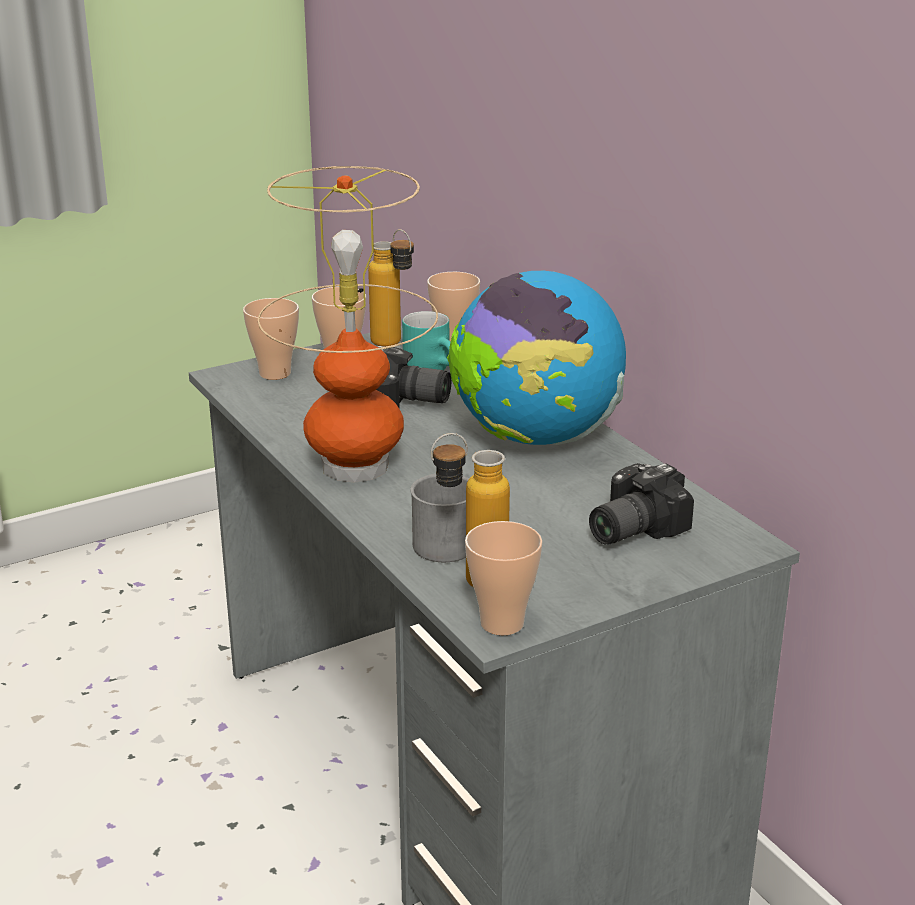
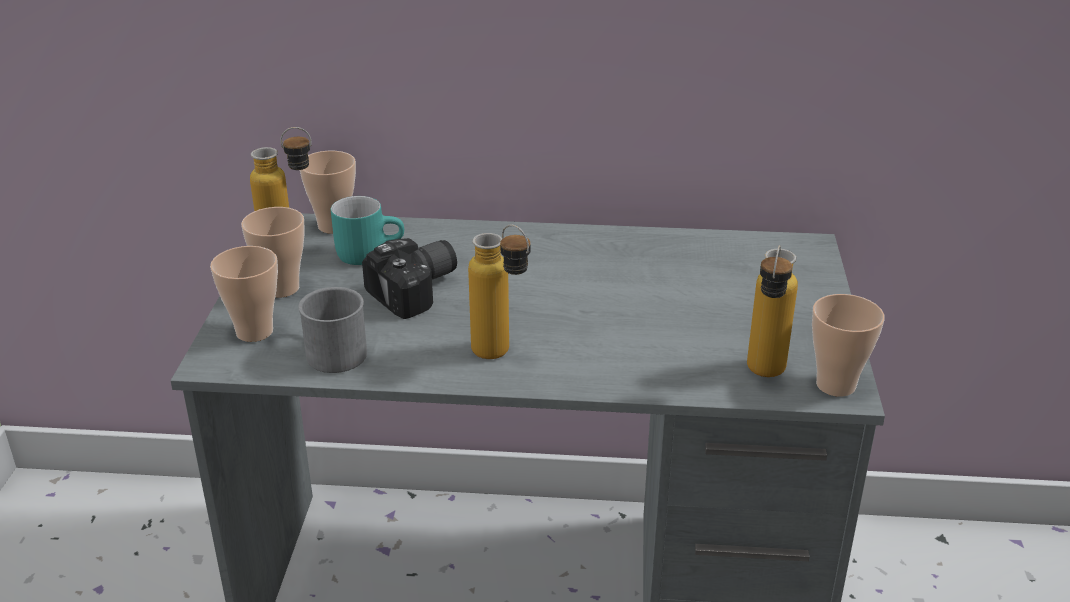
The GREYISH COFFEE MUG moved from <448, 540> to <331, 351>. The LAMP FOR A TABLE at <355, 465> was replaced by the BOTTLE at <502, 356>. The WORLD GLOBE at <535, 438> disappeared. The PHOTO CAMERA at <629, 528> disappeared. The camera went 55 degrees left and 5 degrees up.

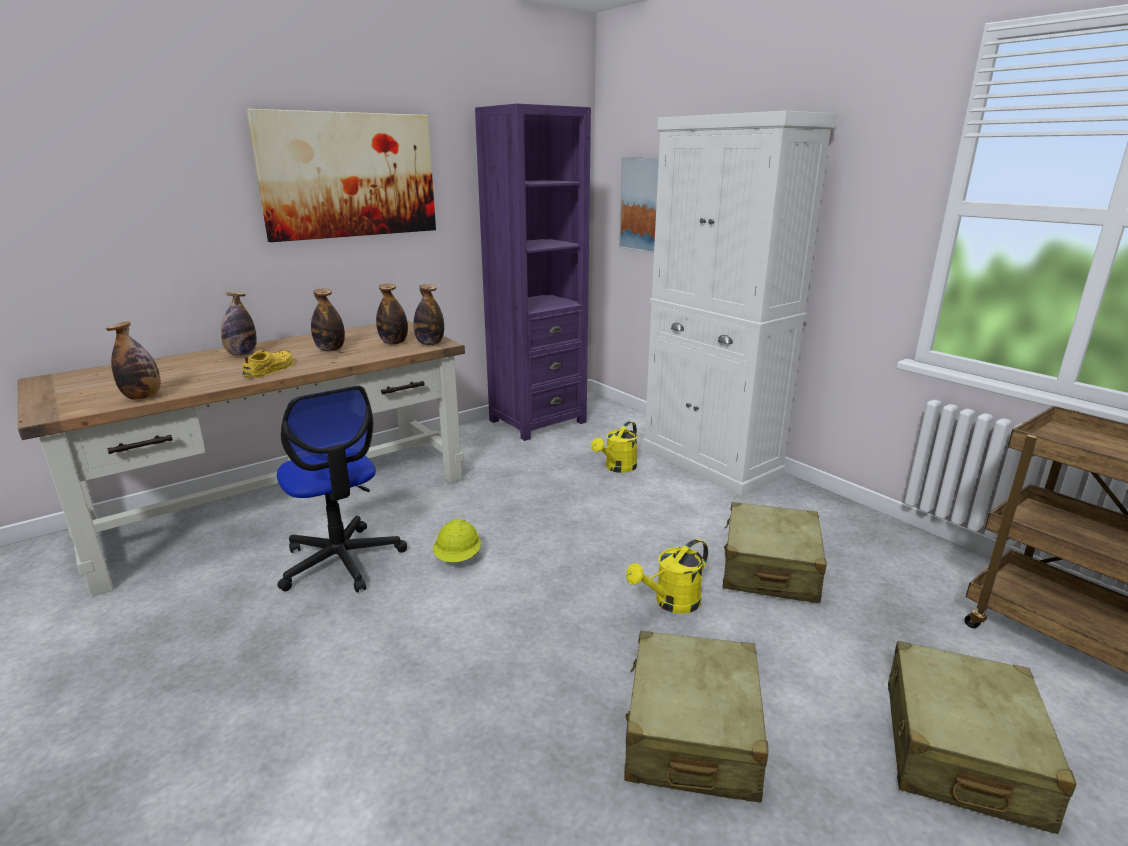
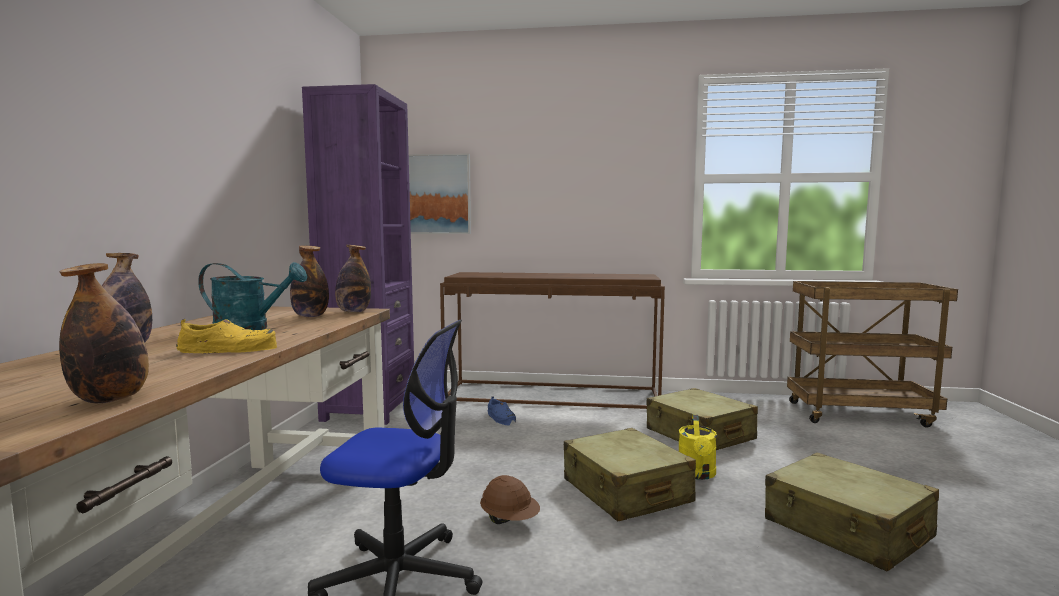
The YELLOW-COLOURED SHOE at <270, 369> turned 105 degrees clockwise. The BOTTLE at <330, 350> was replaced by the BLUE-GREEN WATERING CAN at <251, 329>. The WHITE STORAGE CABINET at <710, 462> was replaced by the BROWNISH CONSOLE TABLE at <553, 395>. The YELLOW-COLOURED SAFETY HELMET at <458, 558> became the BROWNISH SAFETY HELMET at <510, 521>. The YELLOW-COLOURED WATERING CAN at <617, 468> was replaced by the BLUE-COLOURED SHOE at <501, 418>. The BEIGE SUITCASE moved from <960, 751> to <626, 491>. The PICTURE at <349, 175> disappeared. The camera went 45 degrees left and 15 degrees down.

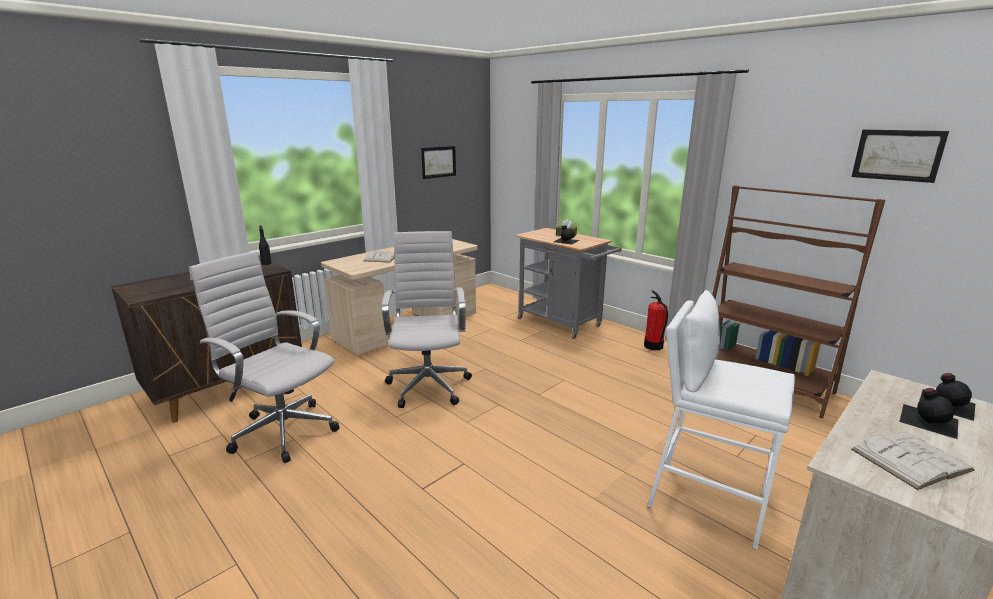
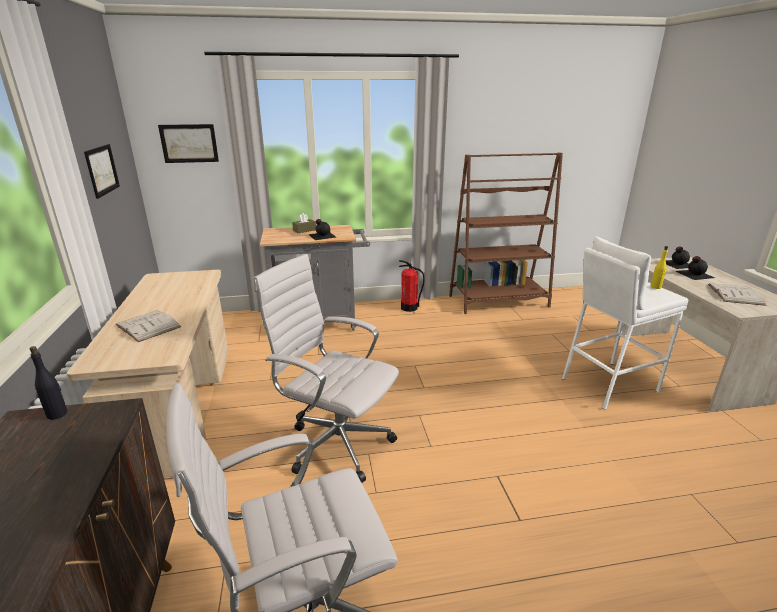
The PICTURE moved from <897, 155> to <189, 143>. The YELLOW-COLOURED BOTTLE at <655, 287> appeared. The camera went 55 degrees left and 5 degrees up.

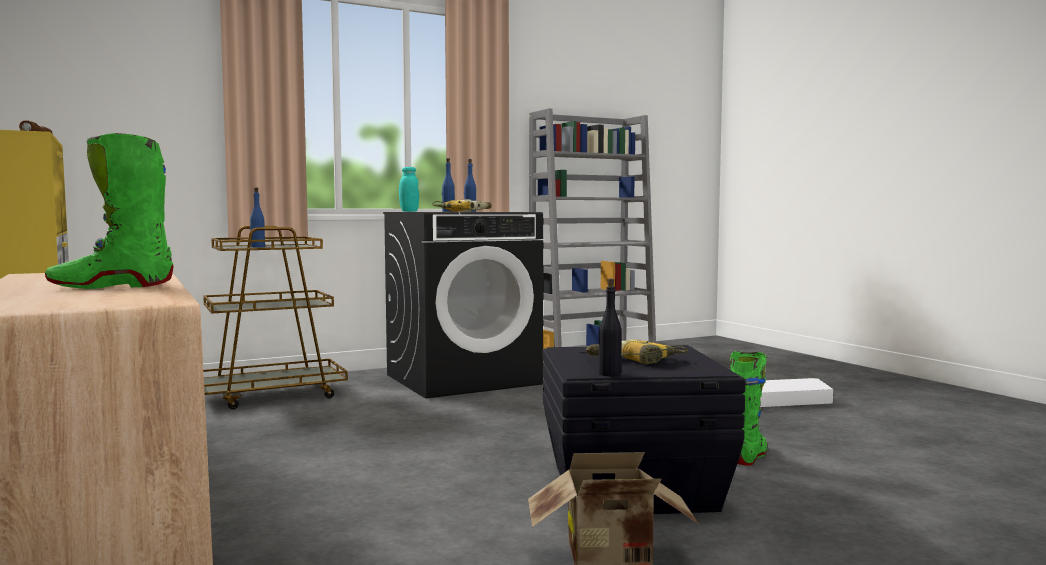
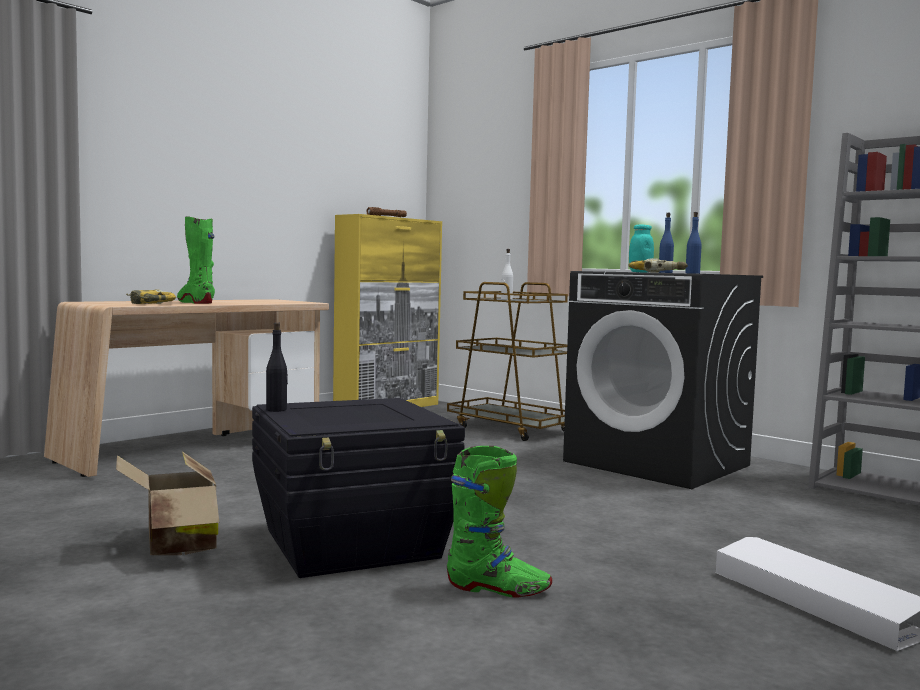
The DRILL moved from <635, 361> to <148, 303>. The BLUE-COLOURED BOTTLE at <258, 247> became the WHITE BOTTLE at <506, 299>. The camera went 70 degrees right and 0 degrees up.

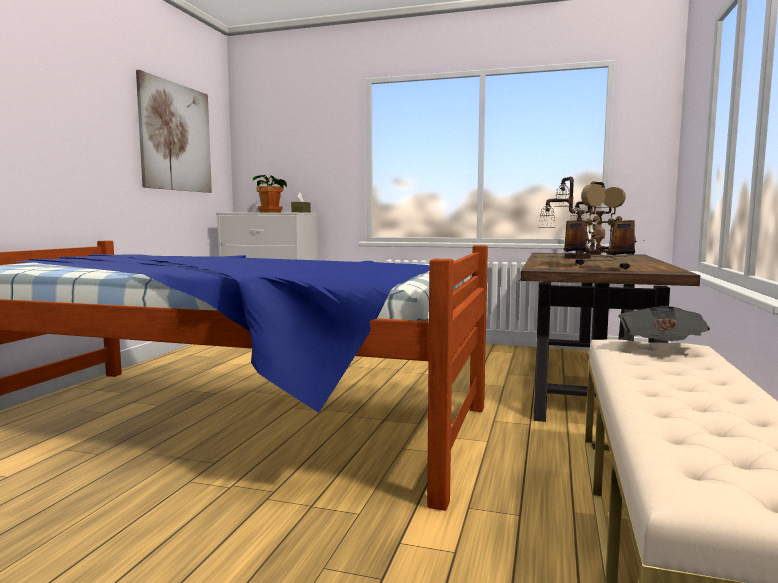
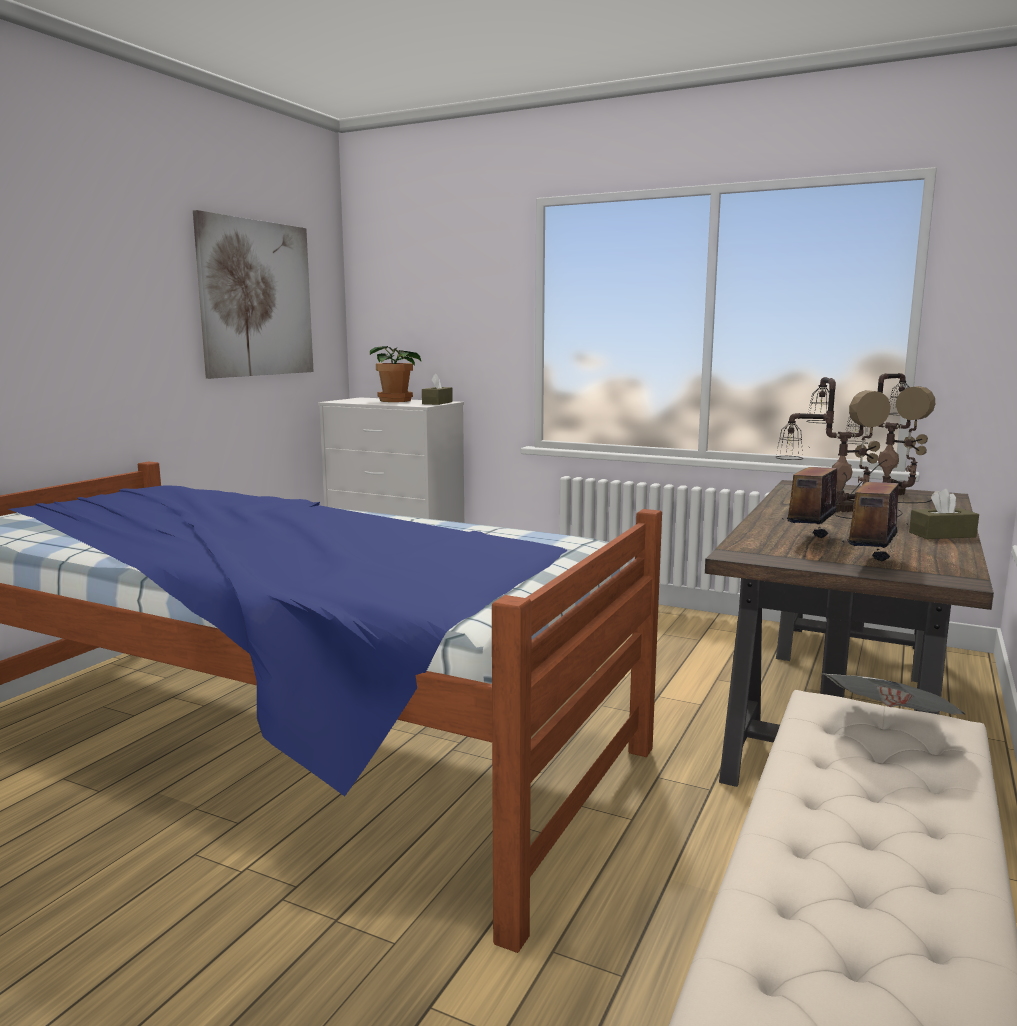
The BROWNISH TISSUE HOLDER at <942, 534> appeared. The camera went 10 degrees right and 5 degrees up.

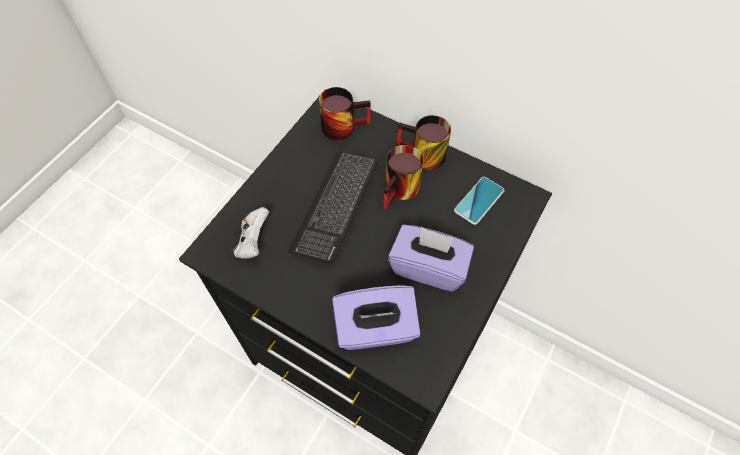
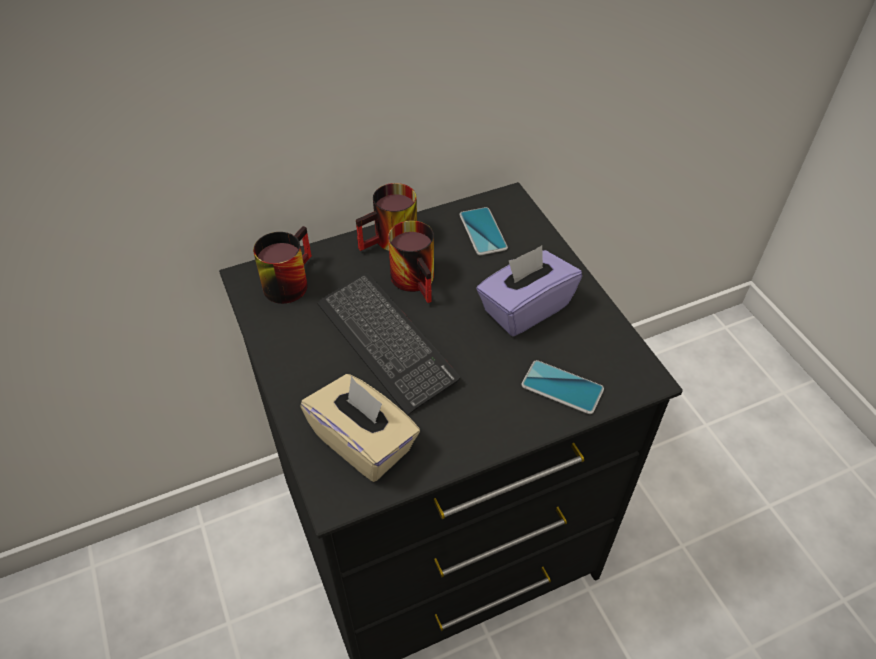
The WHITE JOYPAD at <253, 242> was replaced by the BEIGE TISSUE HOLDER at <364, 442>. The PURPLE-COLOURED TISSUE HOLDER at <376, 329> was replaced by the TELEPHONE at <562, 387>. The camera went 55 degrees left and 10 degrees down.

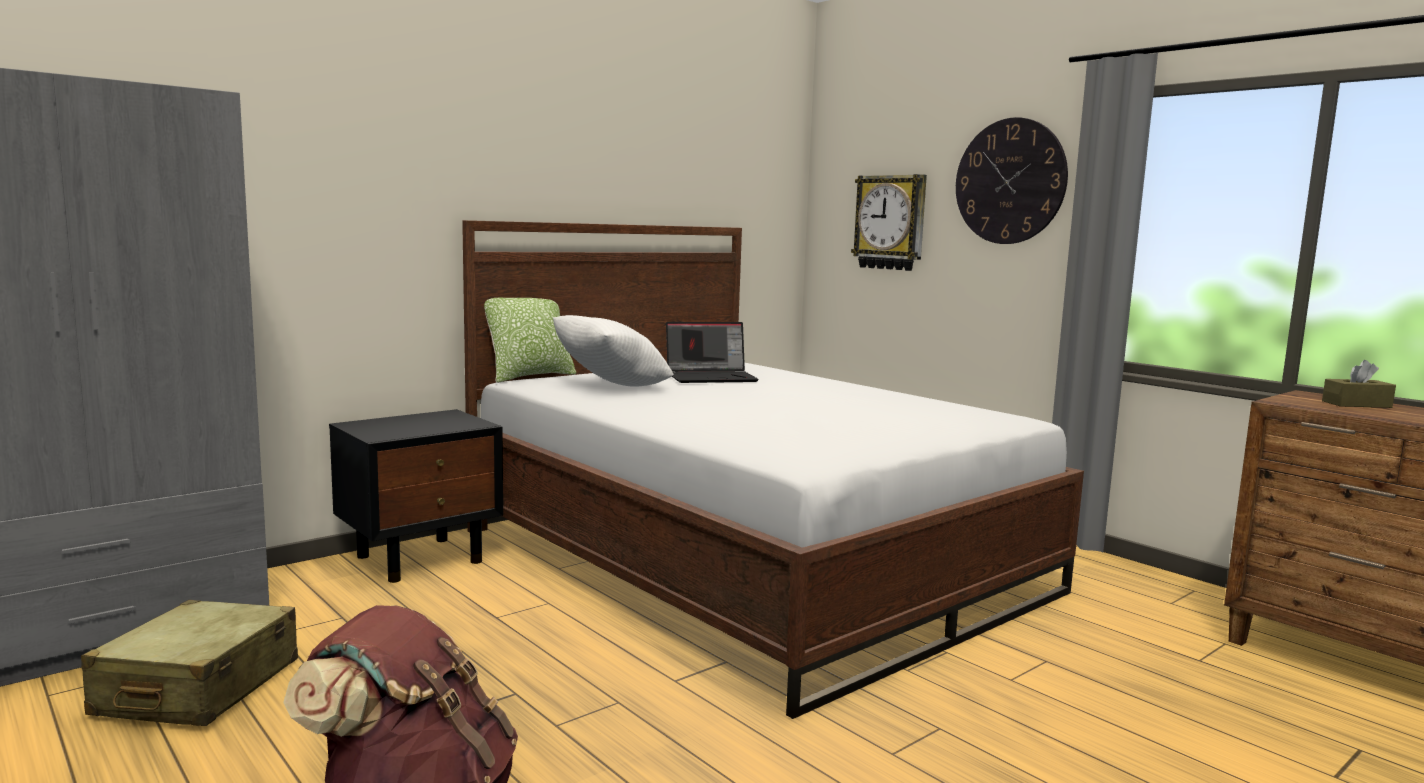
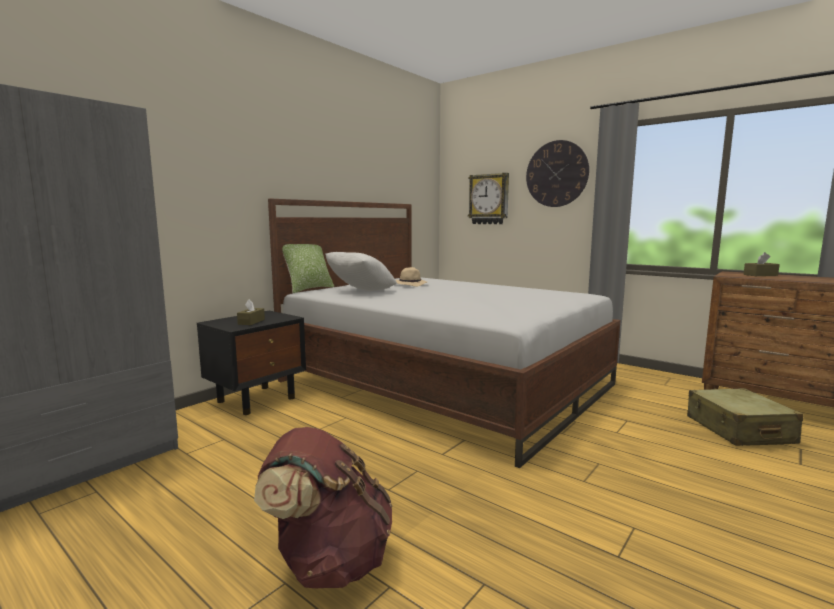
The BROWNISH TISSUE HOLDER at <251, 322> appeared. The NOTEBOOK COMPUTER at <712, 377> was replaced by the BEIGE HAT at <410, 284>. The BEIGE SUITCASE moved from <198, 688> to <738, 430>. The camera went 10 degrees left and 0 degrees up.

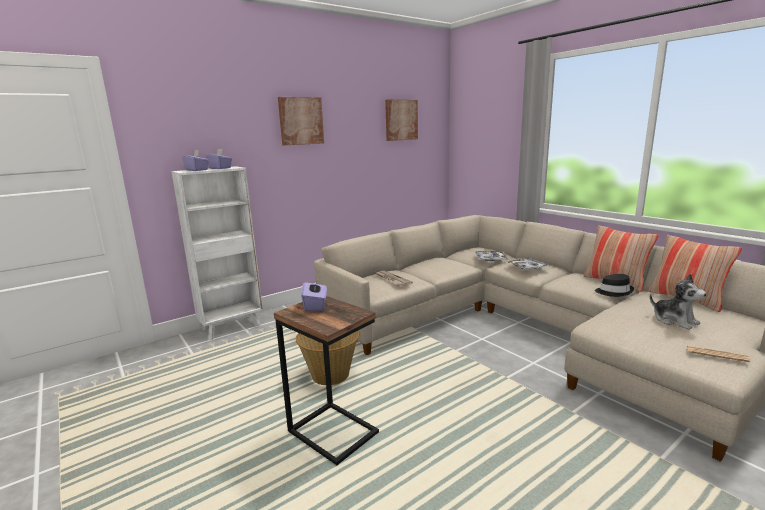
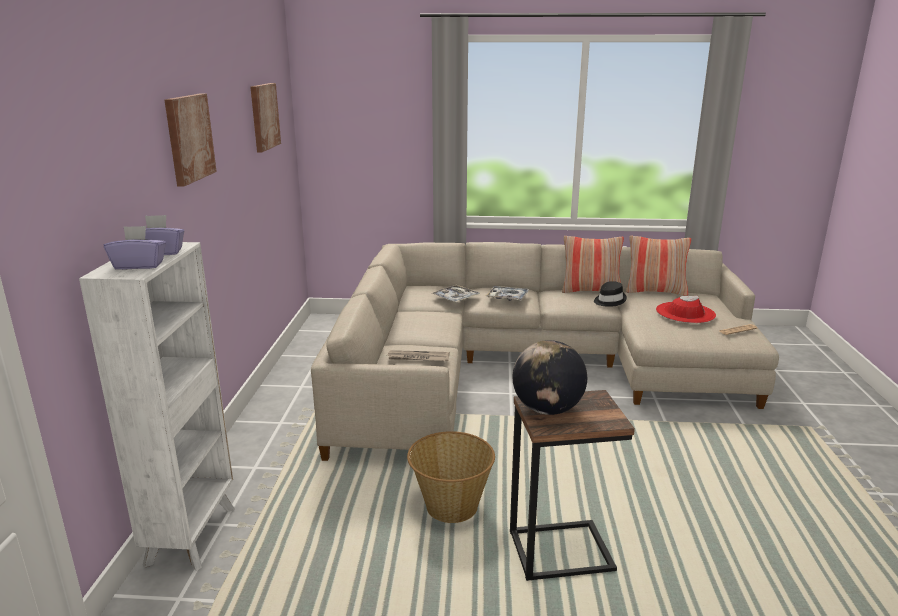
The PURPLE-COLOURED TISSUE HOLDER at <315, 306> was replaced by the WORLD GLOBE at <547, 409>. The PLUSH TOY at <674, 320> was replaced by the RED HAT at <685, 313>. The camera went 50 degrees left and 5 degrees up.

